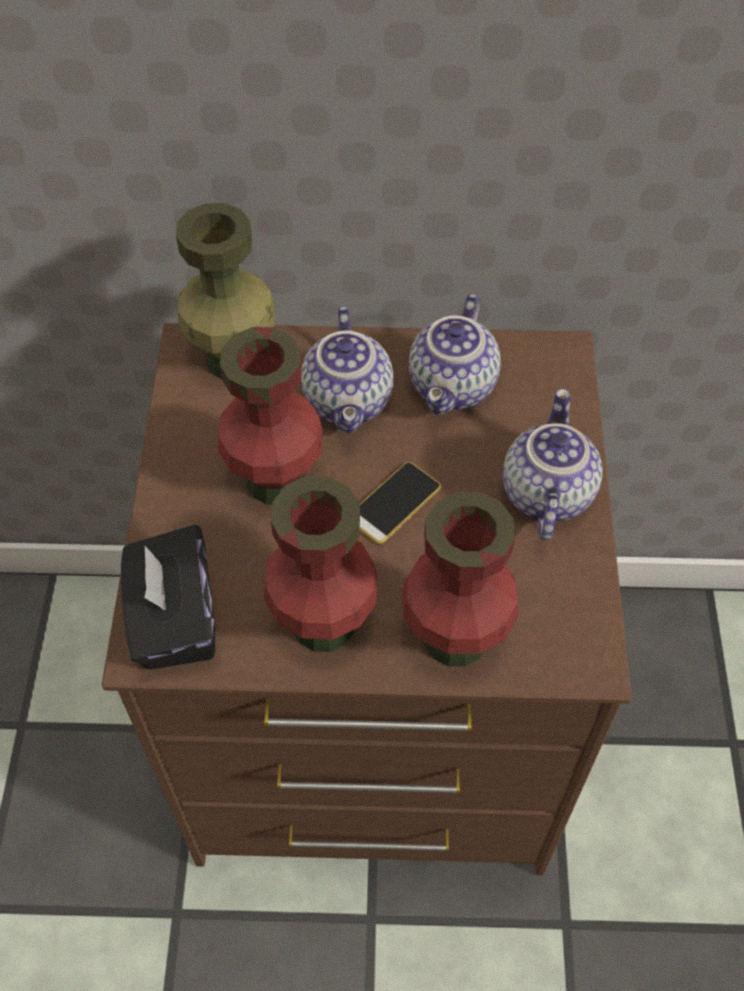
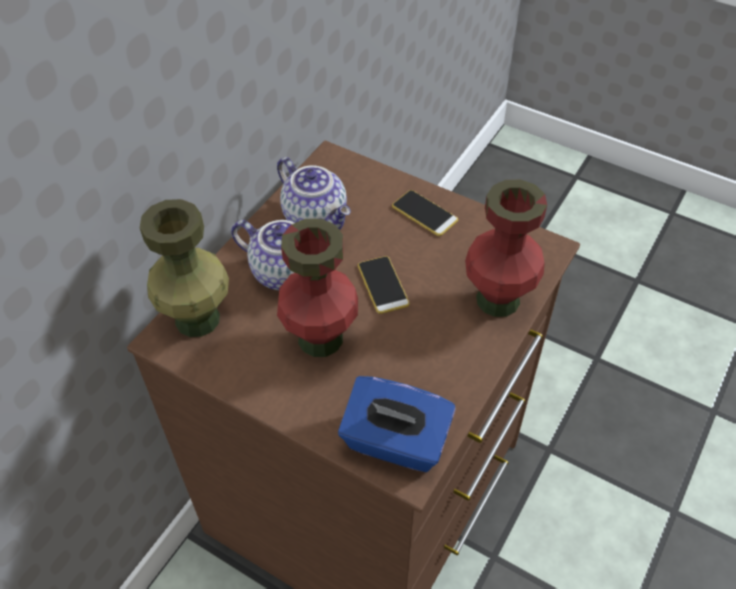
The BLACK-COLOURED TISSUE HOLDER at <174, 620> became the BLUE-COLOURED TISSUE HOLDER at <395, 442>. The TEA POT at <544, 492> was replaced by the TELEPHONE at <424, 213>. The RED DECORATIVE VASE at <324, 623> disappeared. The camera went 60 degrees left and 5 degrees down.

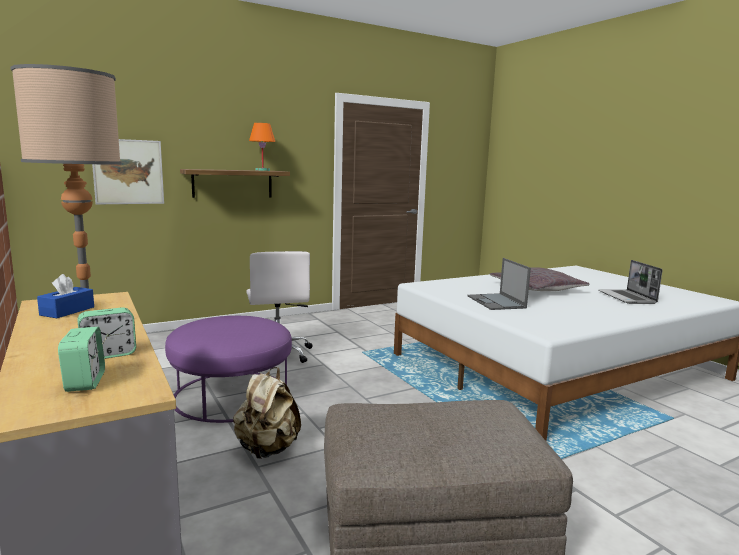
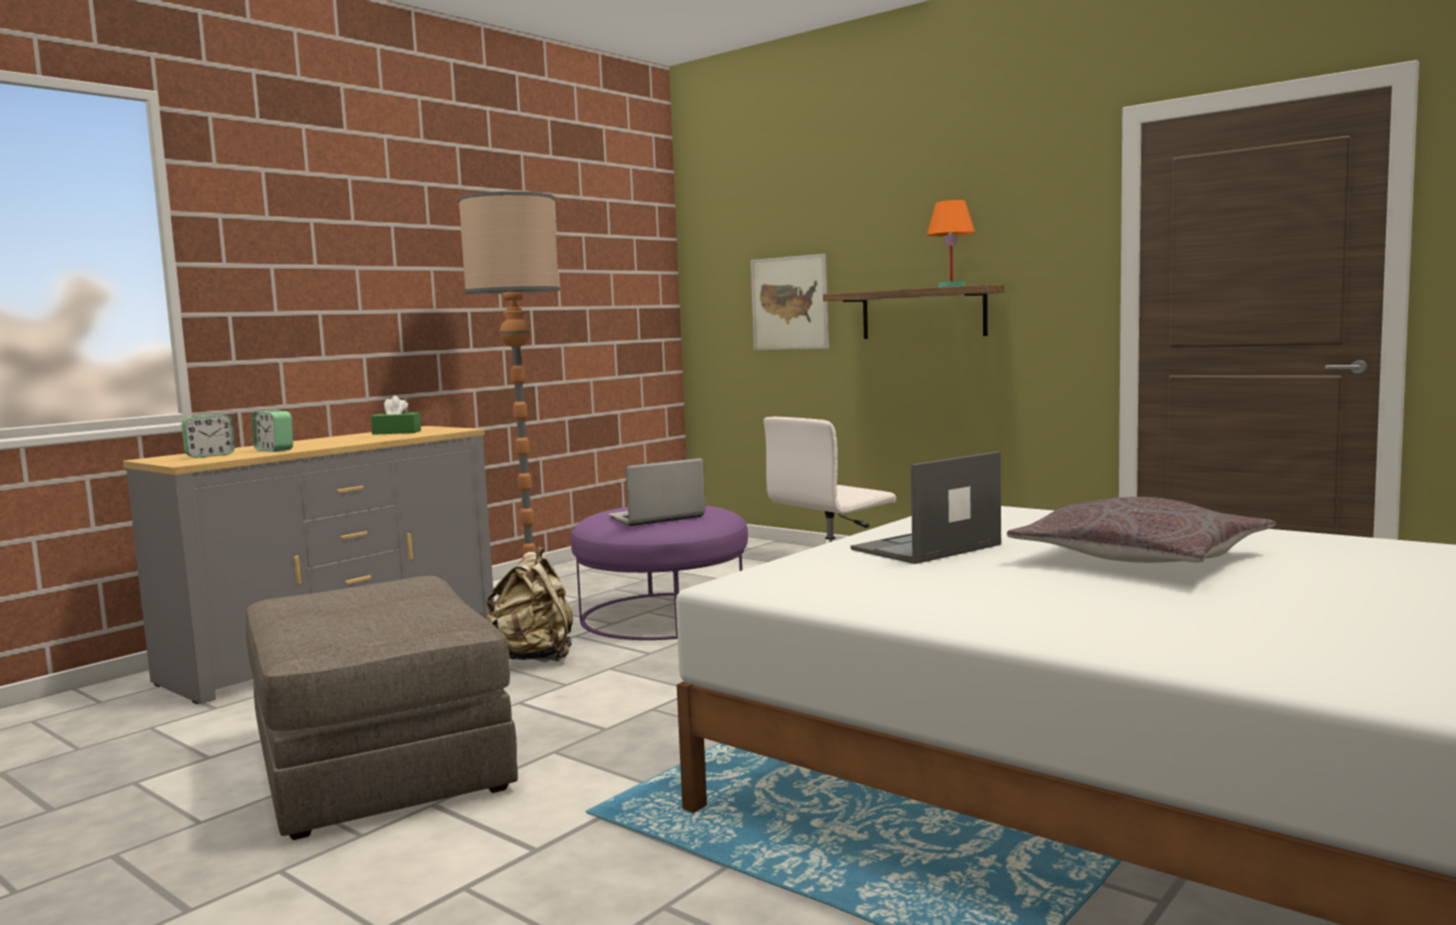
The BLUE-COLOURED TISSUE HOLDER at <67, 311> became the GREENISH TISSUE HOLDER at <396, 432>. The NOTEBOOK COMPUTER moved from <627, 298> to <655, 518>. The camera went 70 degrees right and 5 degrees down.

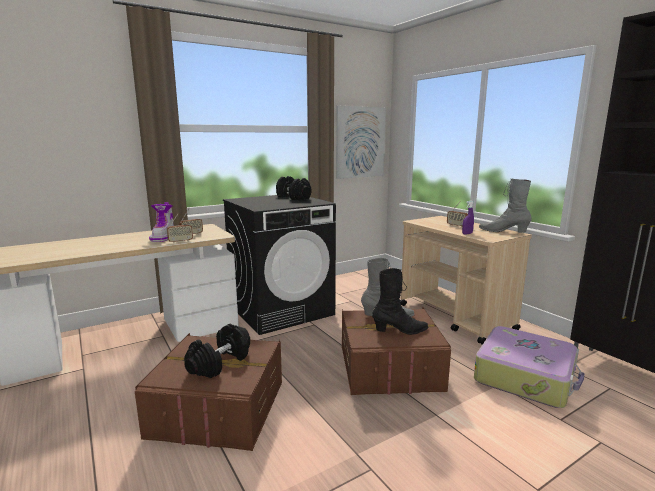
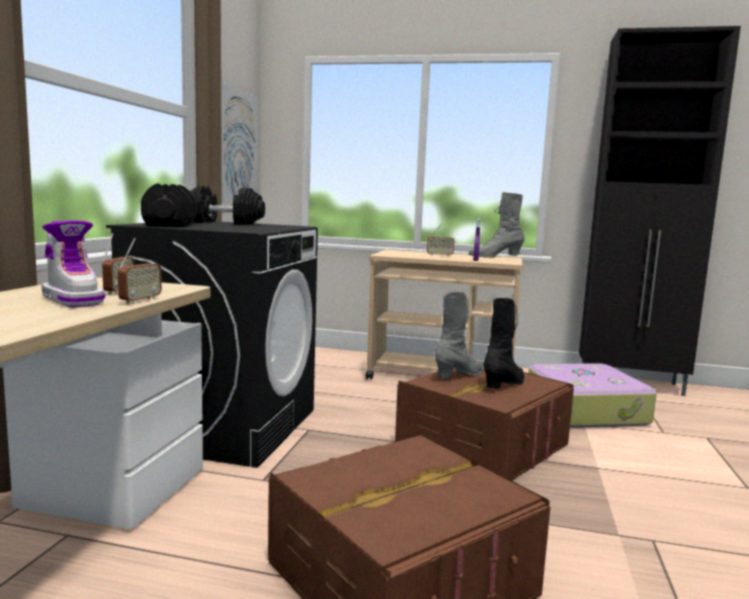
The BLACK-COLOURED FREE WEIGHT moved from <220, 363> to <170, 224>. The camera went 45 degrees left and 5 degrees down.

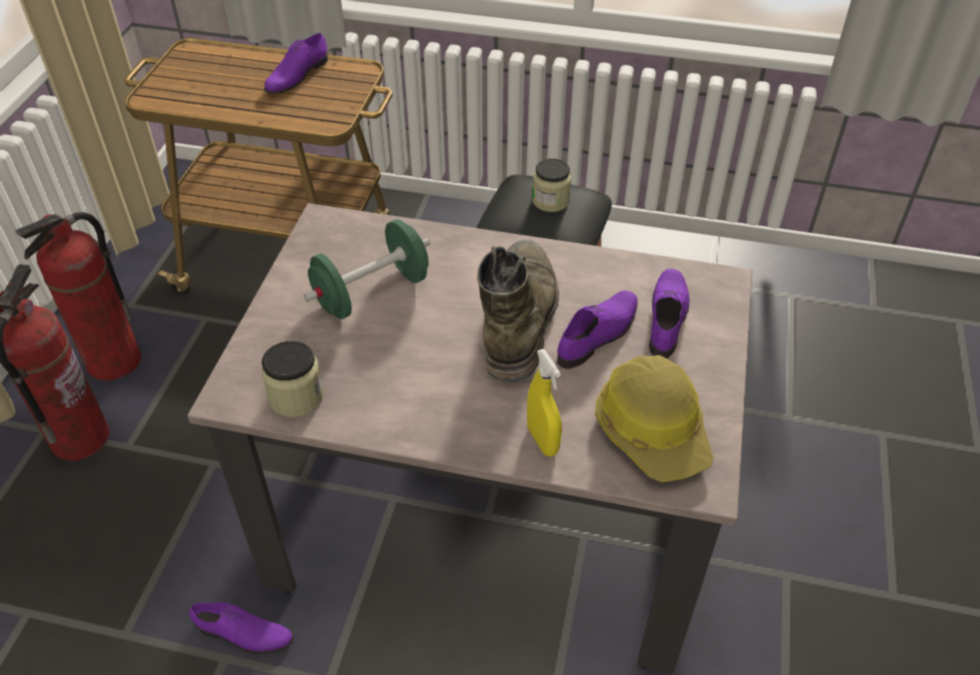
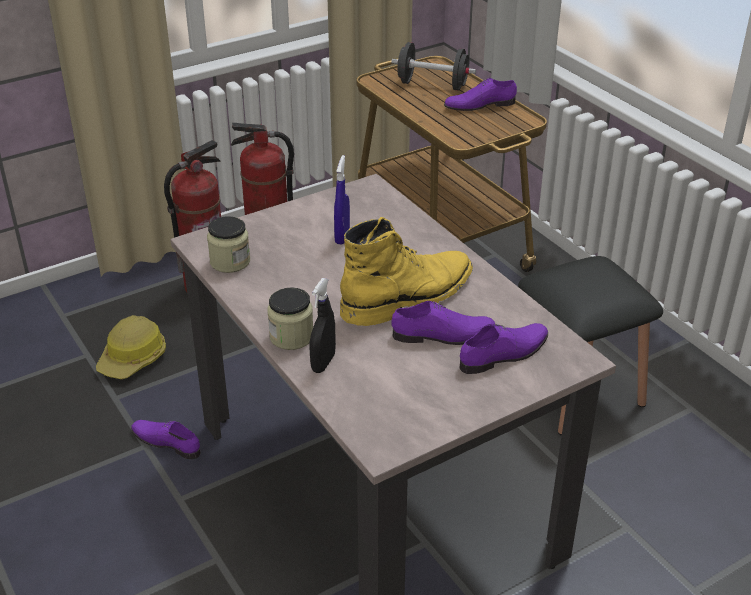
The SAFETY HELMET moved from <653, 430> to <133, 358>. The PURPLE-COLOURED SHOE at <242, 634> turned 150 degrees clockwise. The JAR moved from <550, 201> to <291, 336>. The YELLOW-COLOURED HAND SPRAYER at <542, 440> became the BLACK-COLOURED HAND SPRAYER at <323, 363>. The GREENISH FREE WEIGHT at <371, 293> was replaced by the BLUE-COLOURED HAND SPRAYER at <342, 236>. The GREENISH HIGH-TOP BOOT at <519, 316> became the YELLOW-COLOURED HIGH-TOP BOOT at <409, 297>. The BLACK-COLOURED FREE WEIGHT at <432, 85> appeared. The camera went 45 degrees right and 10 degrees down.

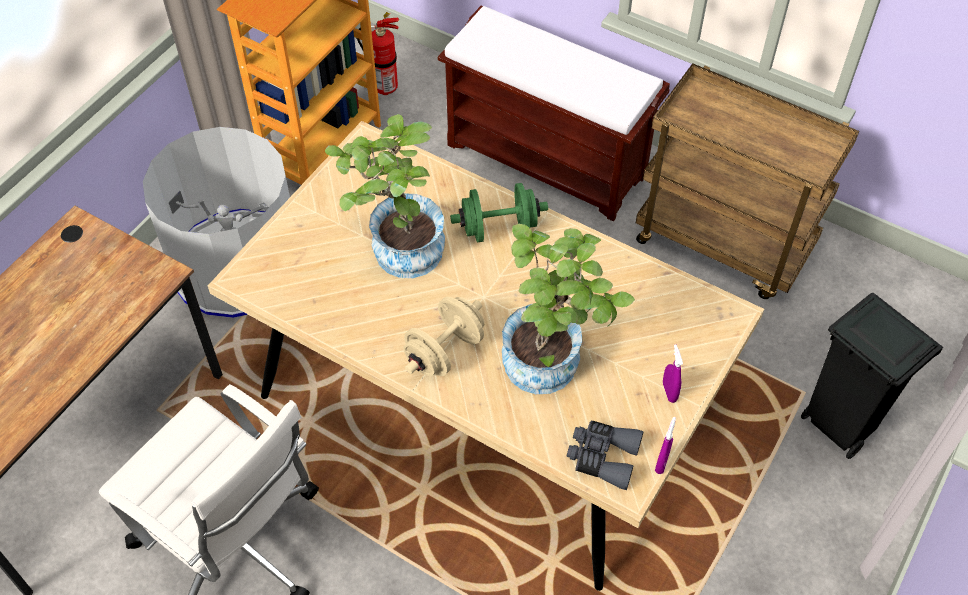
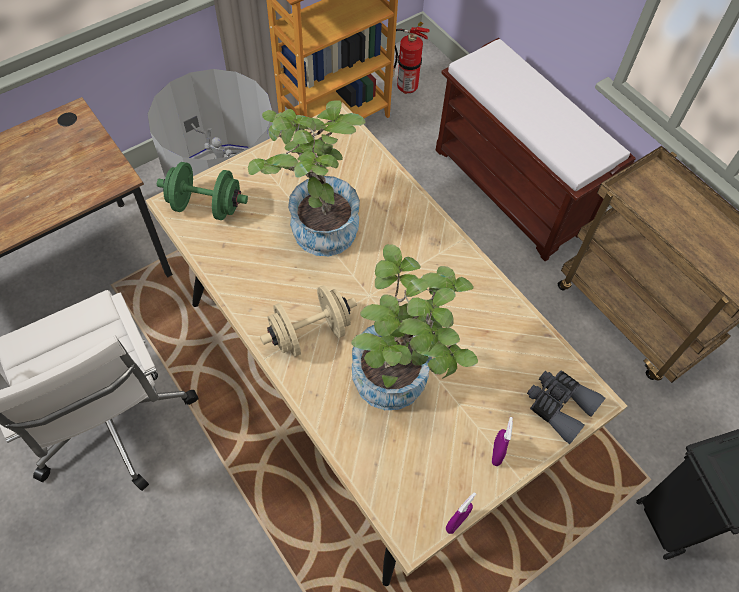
The GREENISH FREE WEIGHT moved from <499, 229> to <206, 206>. The GREYISH PAIR OF BINOCULARS moved from <603, 457> to <559, 406>. The camera went 20 degrees right and 5 degrees up.

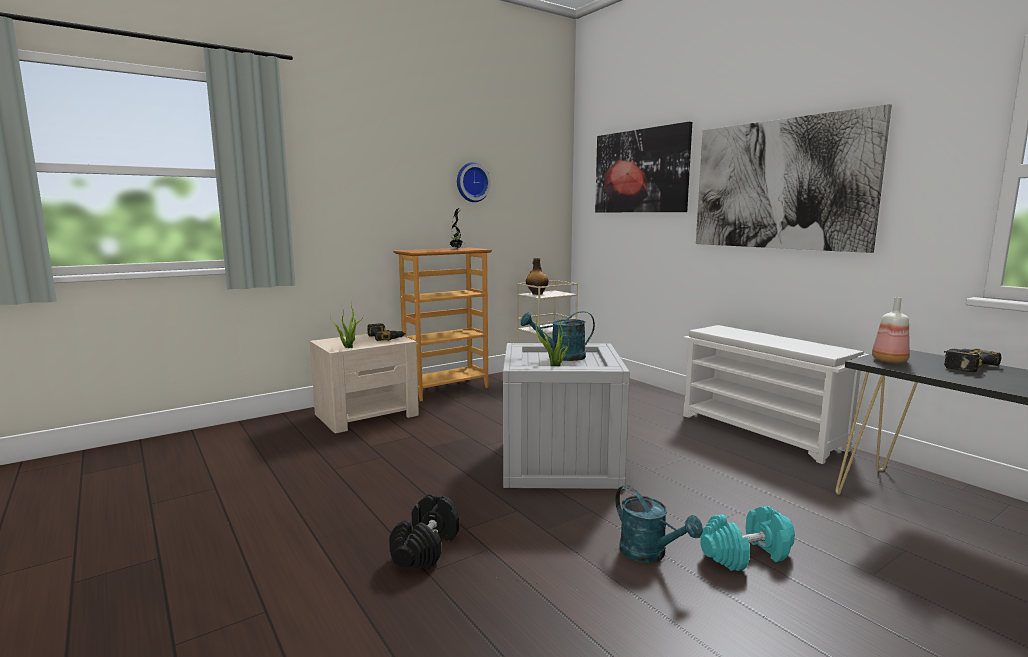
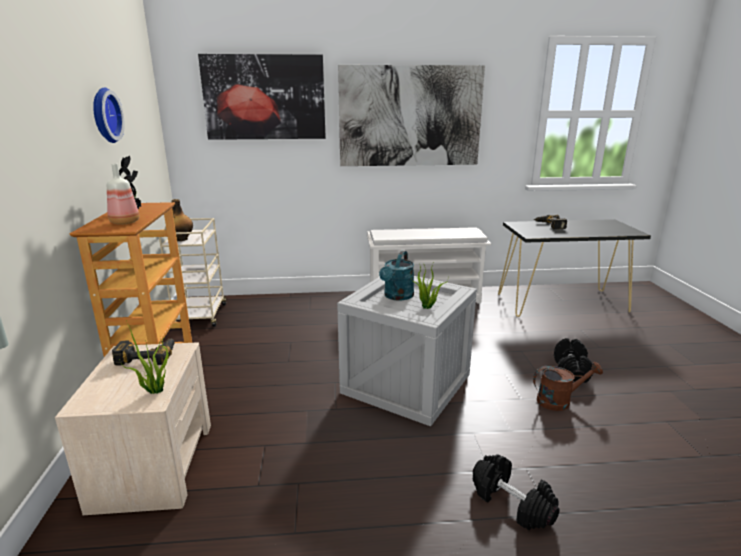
The BOTTLE moved from <888, 361> to <124, 222>. The BLUE-GREEN WATERING CAN at <650, 554> became the BROWNISH WATERING CAN at <559, 401>. The BLUE-GREEN FREE WEIGHT at <746, 555> became the BLACK-COLOURED FREE WEIGHT at <571, 371>. The camera went 60 degrees left and 10 degrees up.

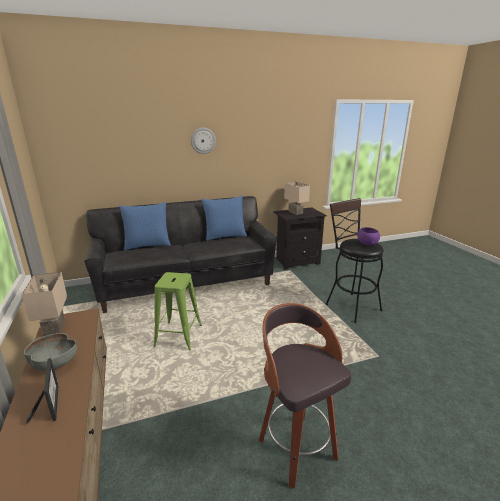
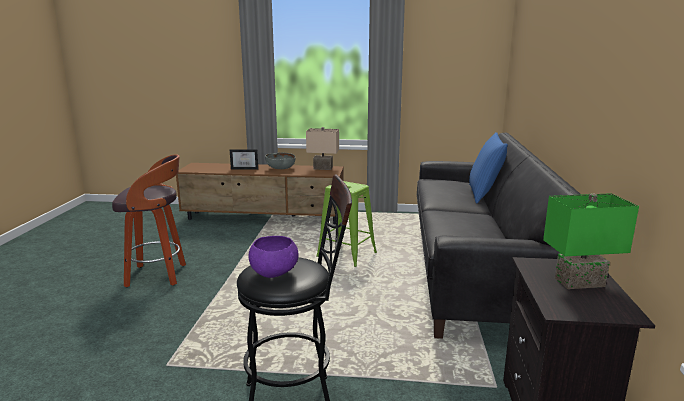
The BEIGE LAMP FOR A TABLE at <296, 212> became the GREENISH LAMP FOR A TABLE at <580, 283>. The WALL CLOCK at <203, 140> disappeared. The BLUE-COLOURED CUSHION at <225, 236> disappeared. The camera went 115 degrees right and 5 degrees down.

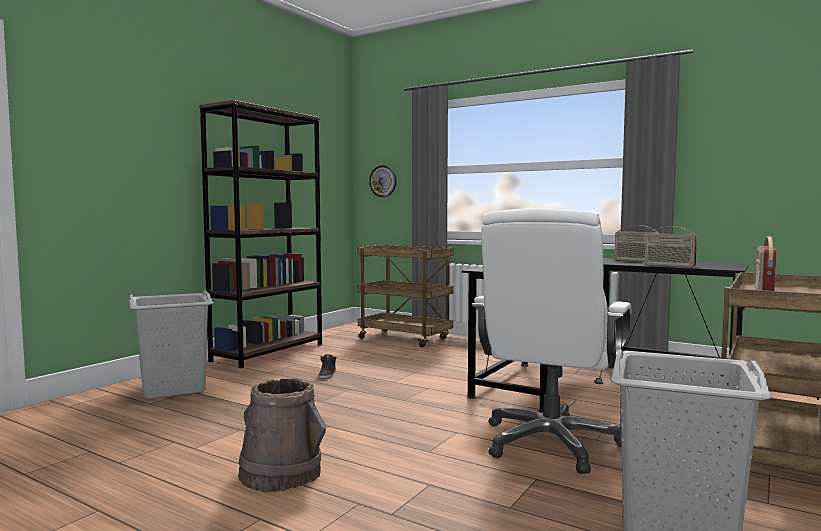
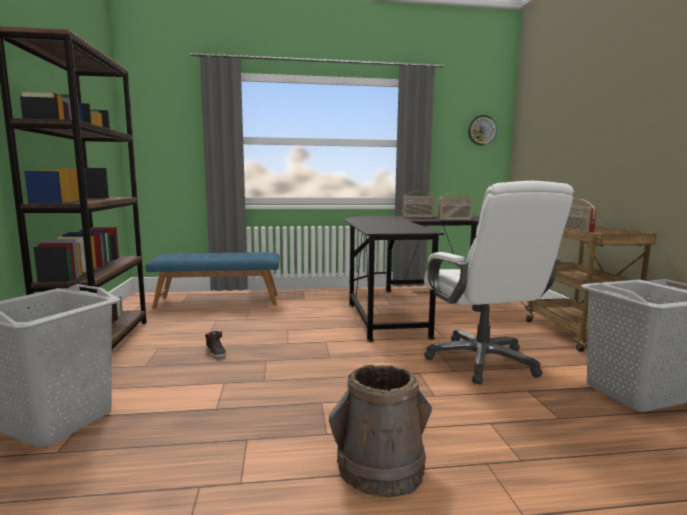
The BROWNISH CART at <406, 339> was replaced by the BLUE-COLOURED LONG SEAT at <218, 301>. The WALL CLOCK moved from <383, 181> to <482, 130>. The camera went 40 degrees left and 5 degrees up.

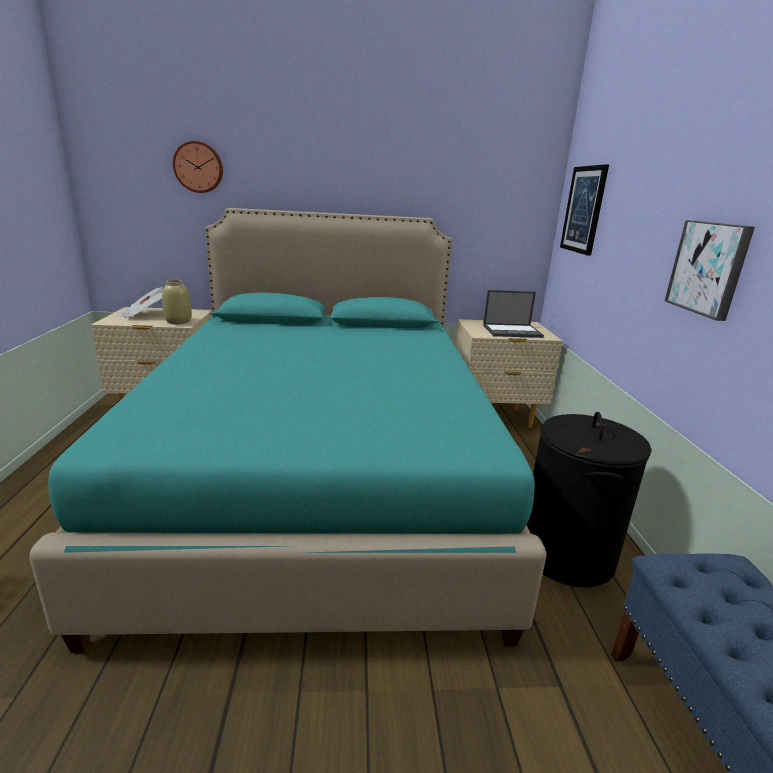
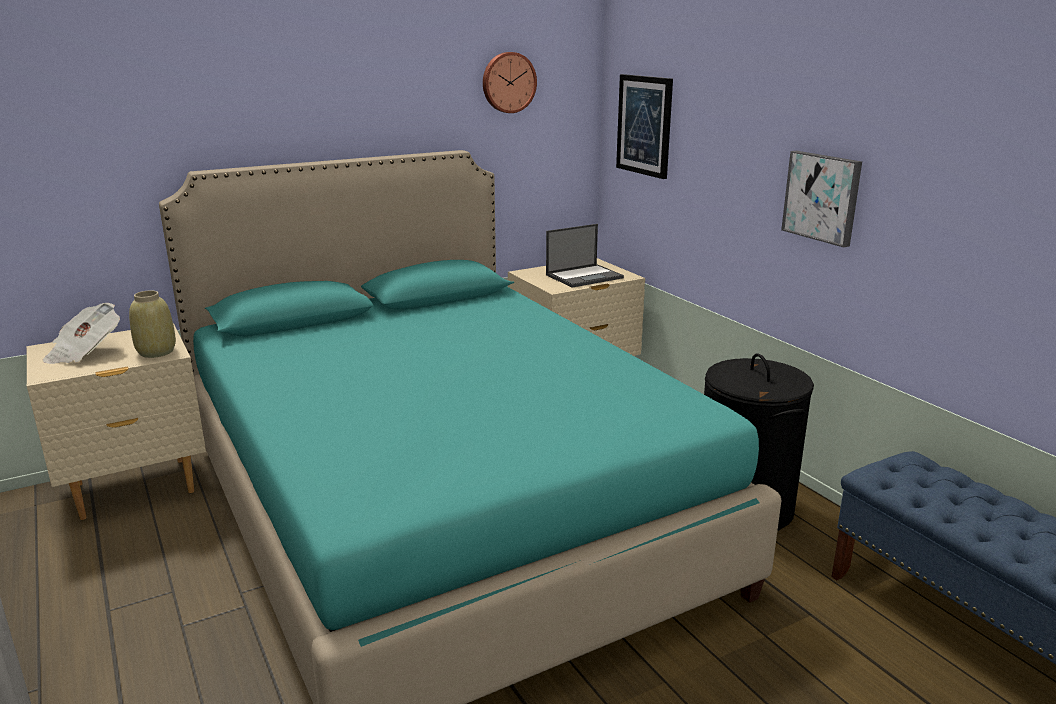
The WALL CLOCK moved from <199, 167> to <508, 82>. The camera went 25 degrees left and 0 degrees up.

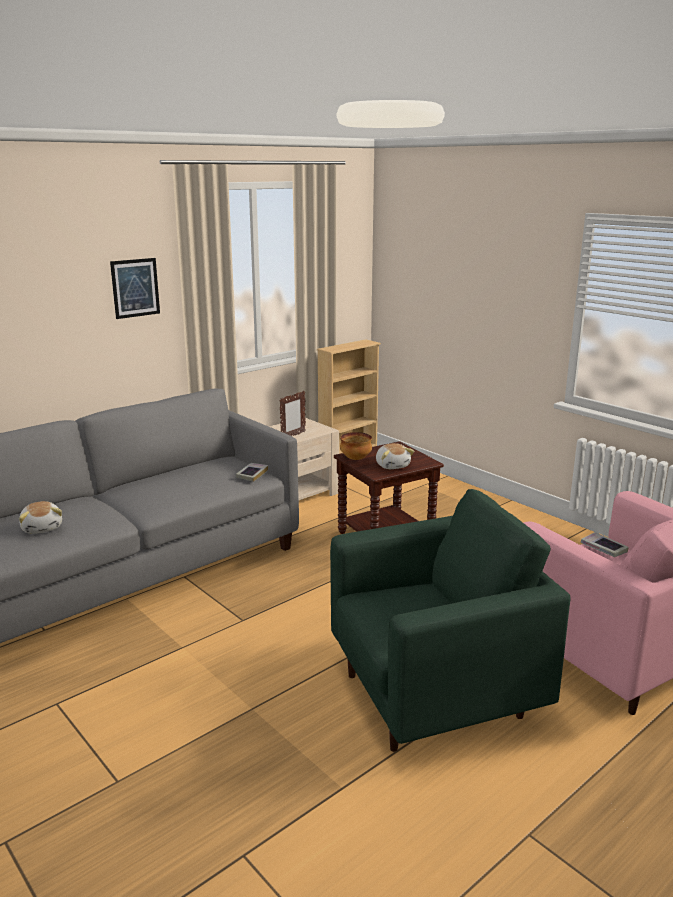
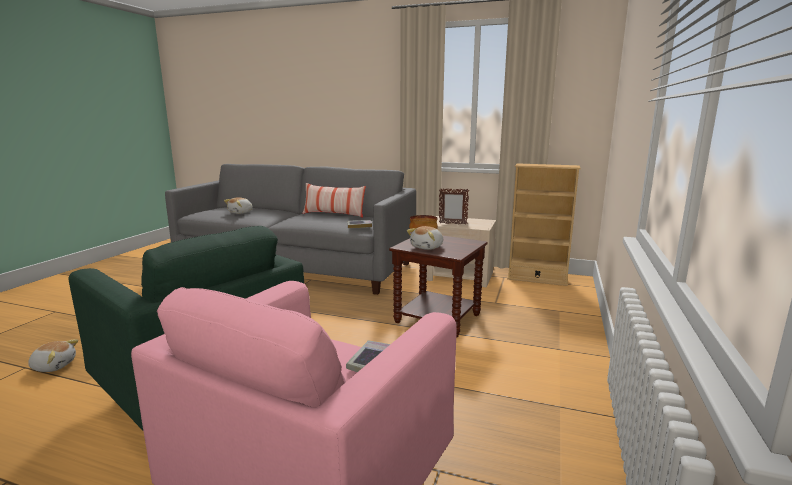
The PLUSH TOY at <54, 366> appeared. The CUSHION at <334, 214> appeared. The PICTURE at <135, 288> disappeared. The camera went 60 degrees right and 5 degrees down.

